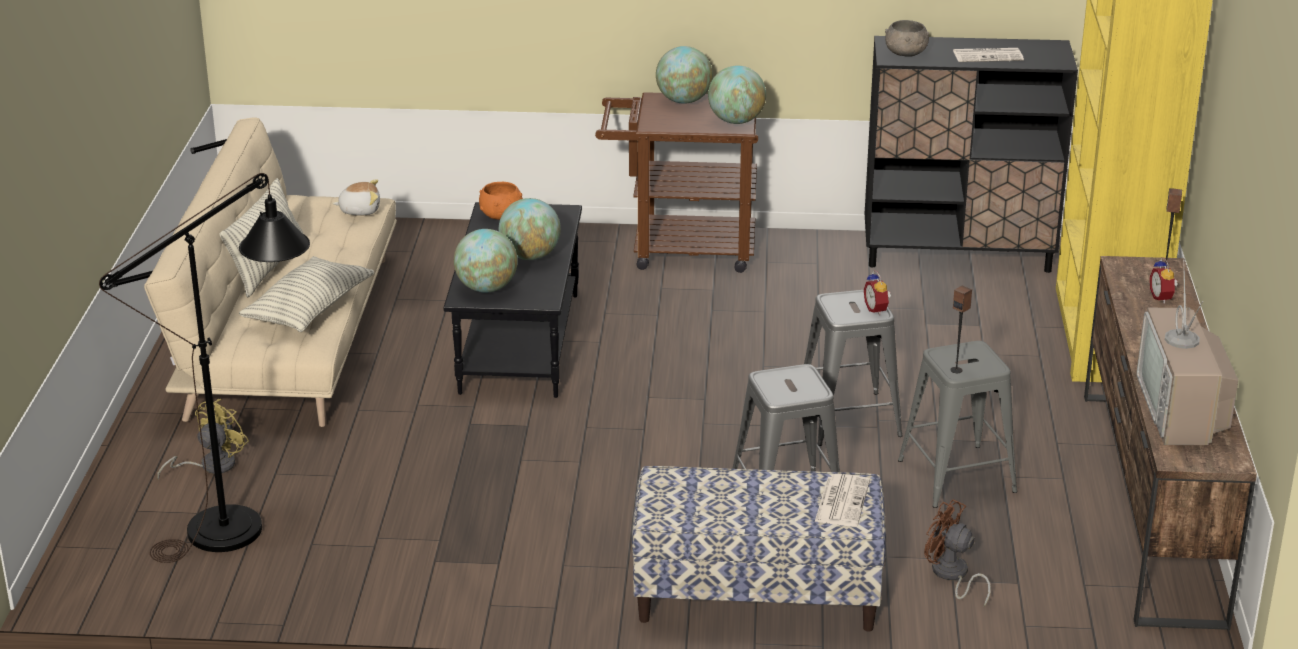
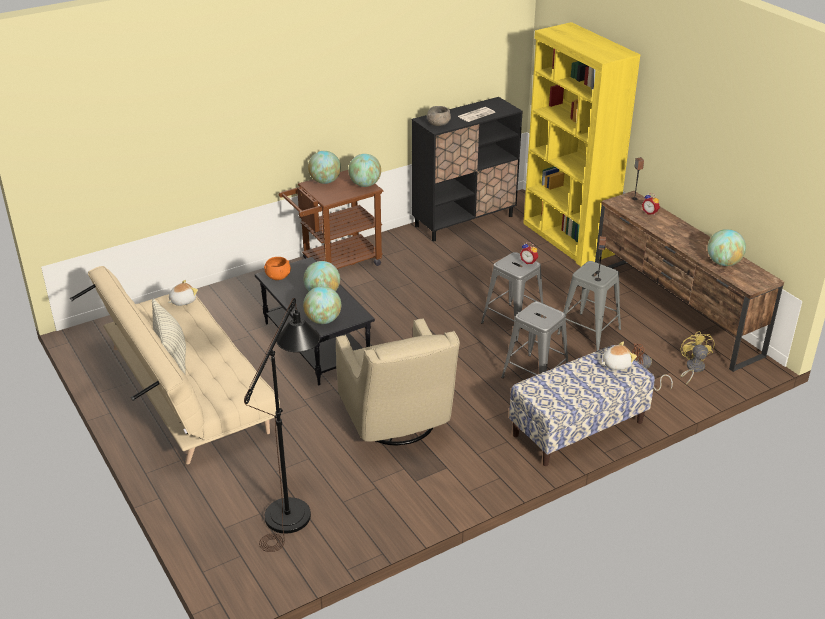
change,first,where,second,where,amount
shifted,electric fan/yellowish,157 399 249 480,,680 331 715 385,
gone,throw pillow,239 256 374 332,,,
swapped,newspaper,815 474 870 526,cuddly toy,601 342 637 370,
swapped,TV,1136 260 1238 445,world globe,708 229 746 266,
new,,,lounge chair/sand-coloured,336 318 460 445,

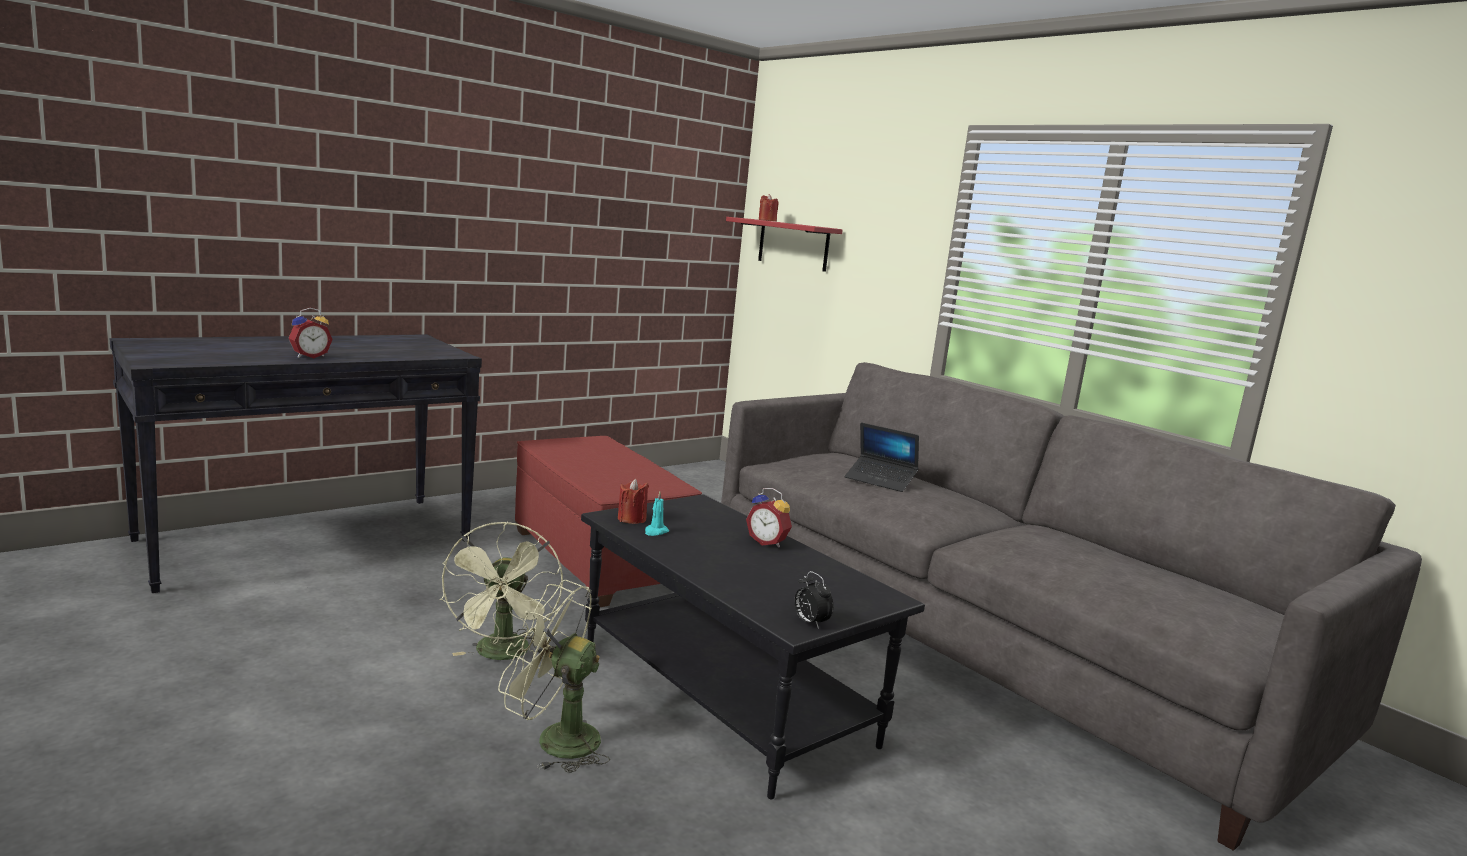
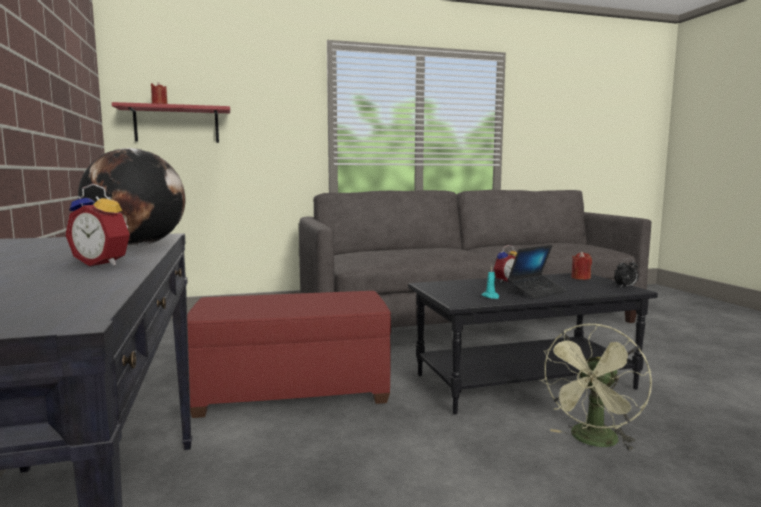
change,first,where,second,where,amount
rotated,table clock,289 308 333 358,,65 183 130 266,135 degrees clockwise
gone,electric fan/green,439 521 563 660,,,
shifted,wax light/reddish,618 479 649 524,,571 251 592 280,
shifted,notebook computer,845 422 919 492,,507 245 567 299,
new,,,world globe,78 148 185 246,

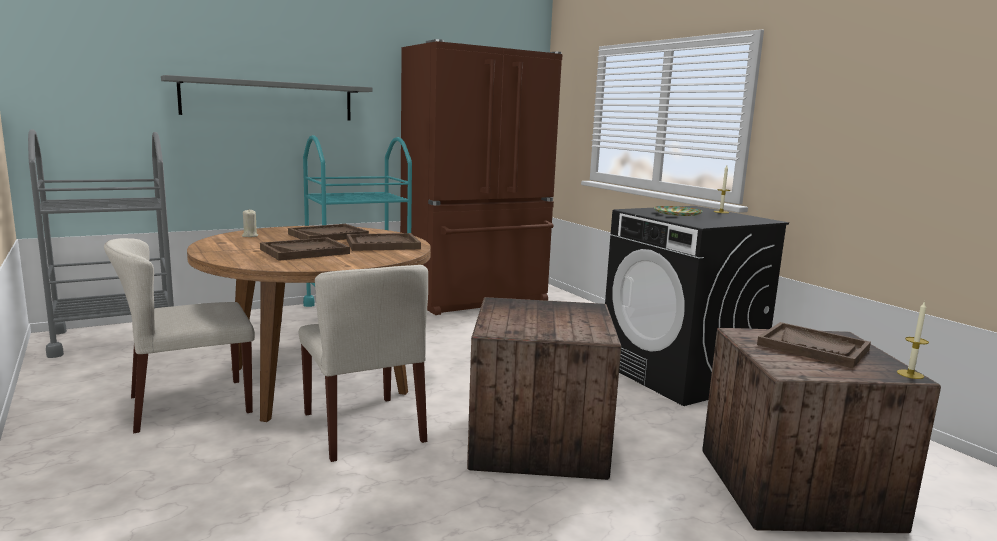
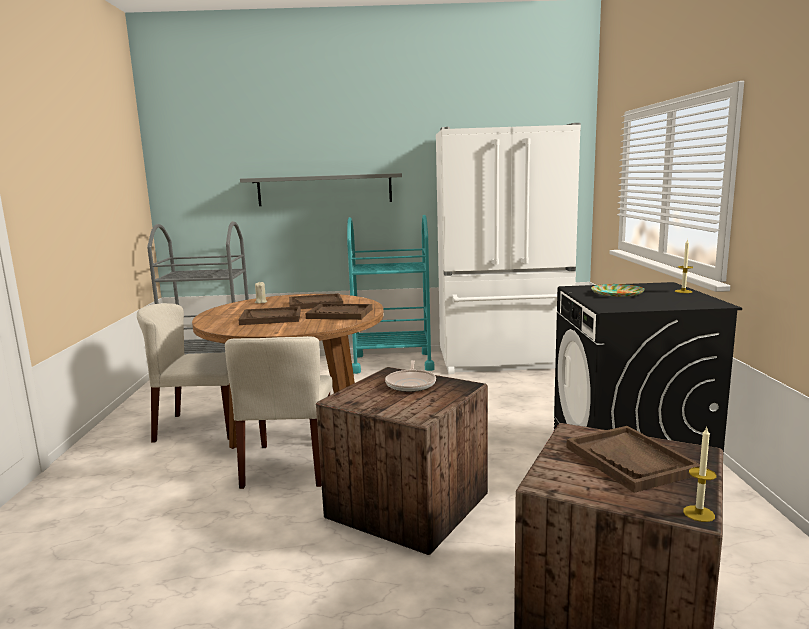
change,first,where,second,where,amount
repainted,fridge/brown-coloured,400 39 563 315,fridge/whitish,436 123 581 374,
new,,,skillet,385 360 436 392,

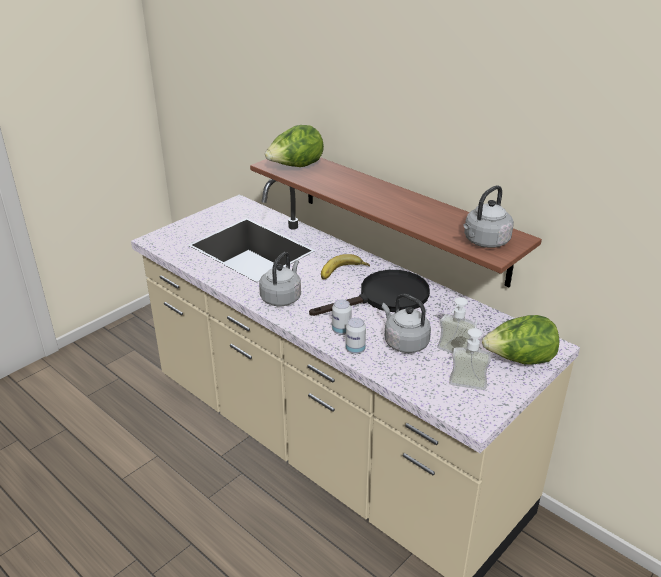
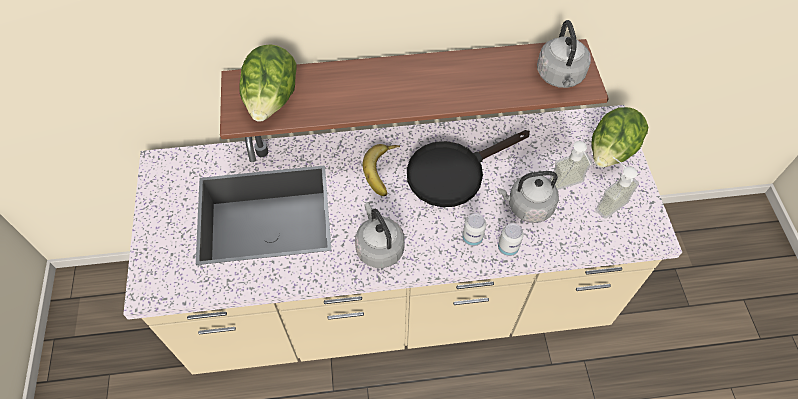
change,first,where,second,where,amount
rotated,skillet/black,309 270 430 316,,407 130 530 207,135 degrees counterclockwise

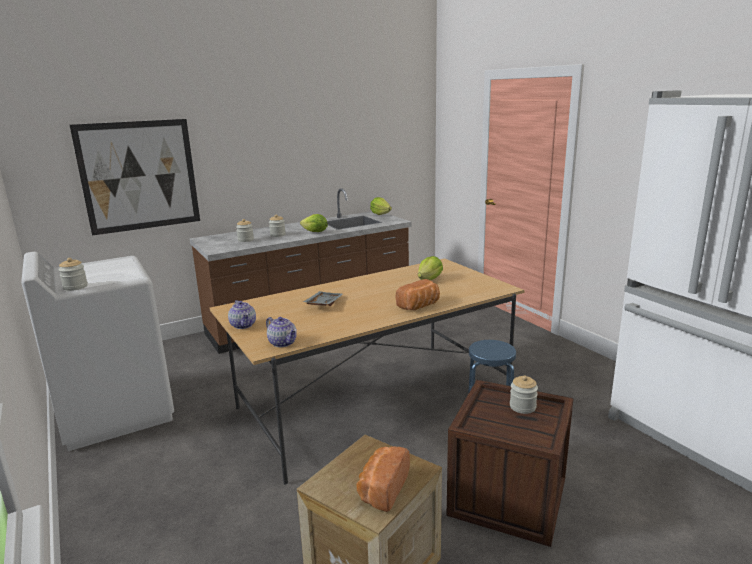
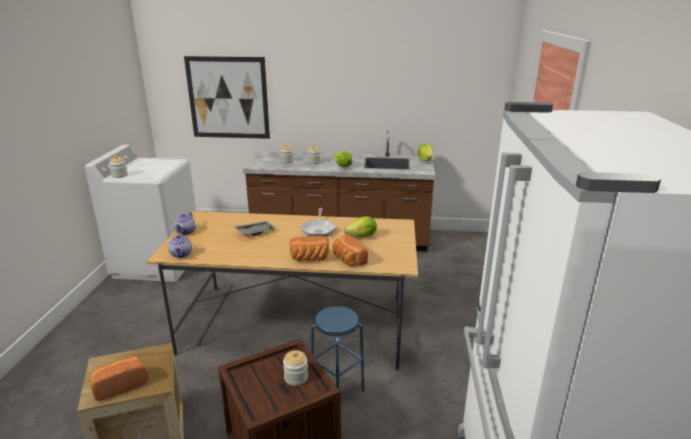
change,first,where,second,where,amount
new,,,skillet,300 208 337 237,
new,,,bread,333 234 368 266,

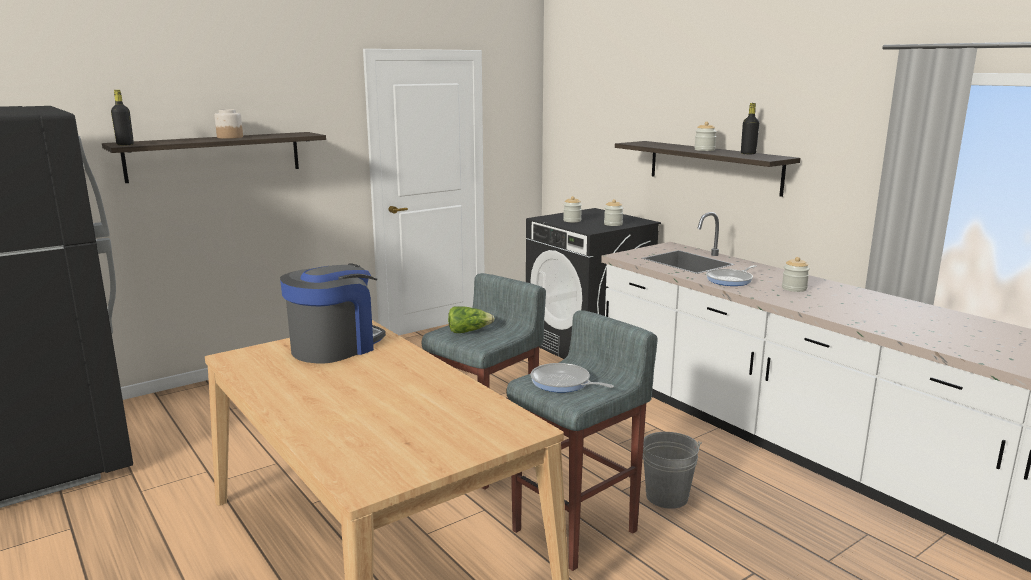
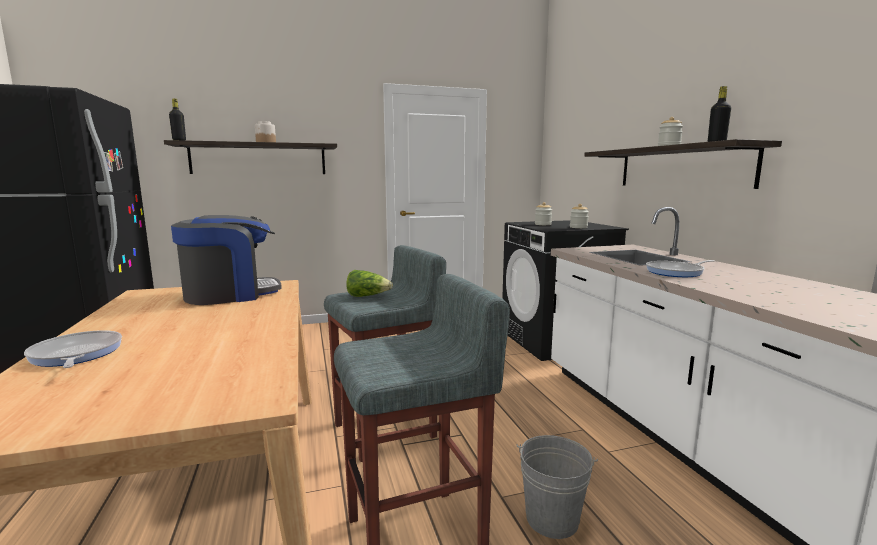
change,first,where,second,where,amount
shifted,skillet,531 363 614 393,,24 330 122 368,
gone,storage jar,782 257 810 292,,,

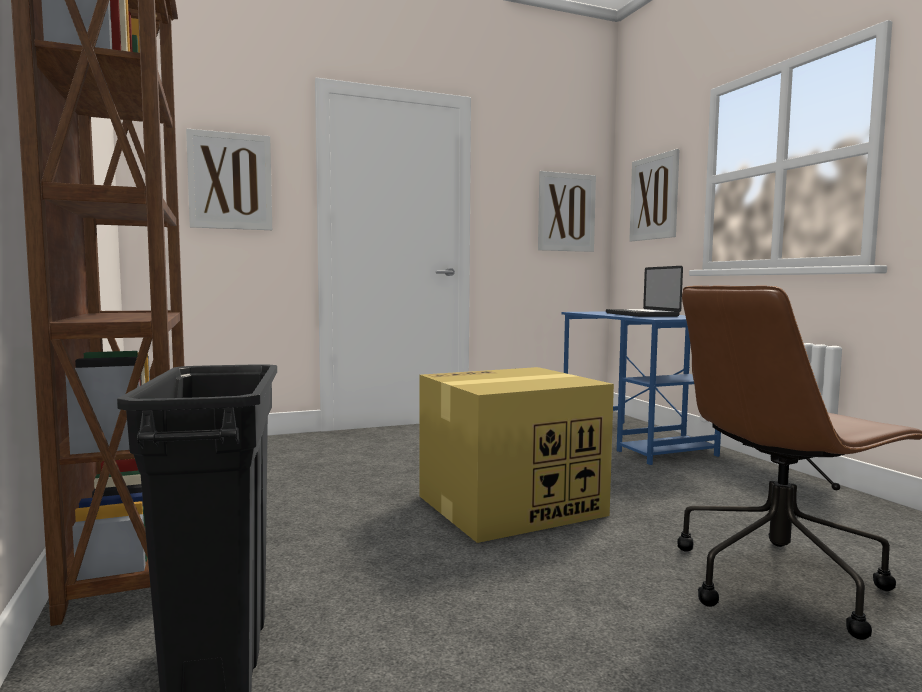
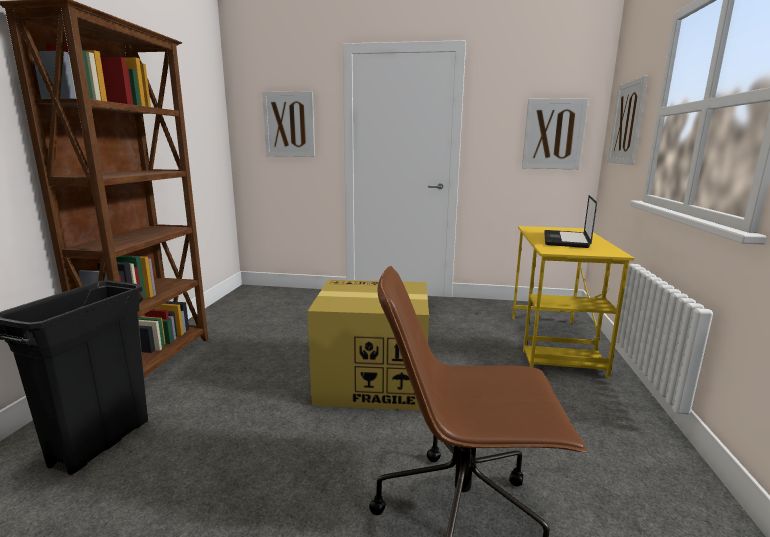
change,first,where,second,where,amount
repainted,desk table/bluish,561 311 721 465,desk table/yellowish,512 226 635 378,

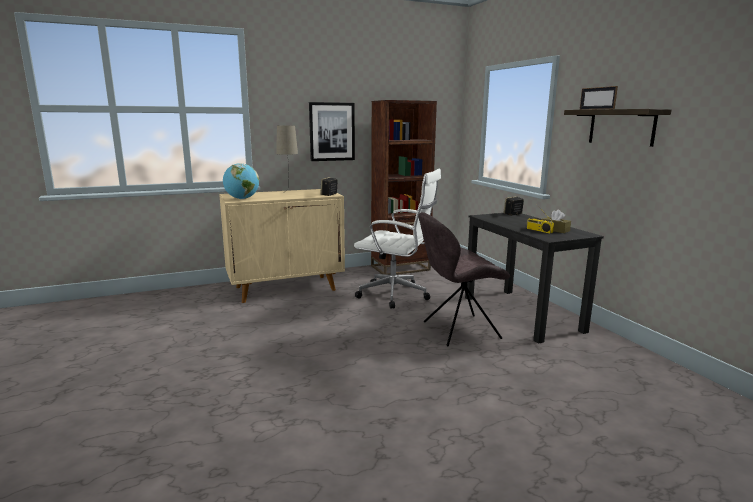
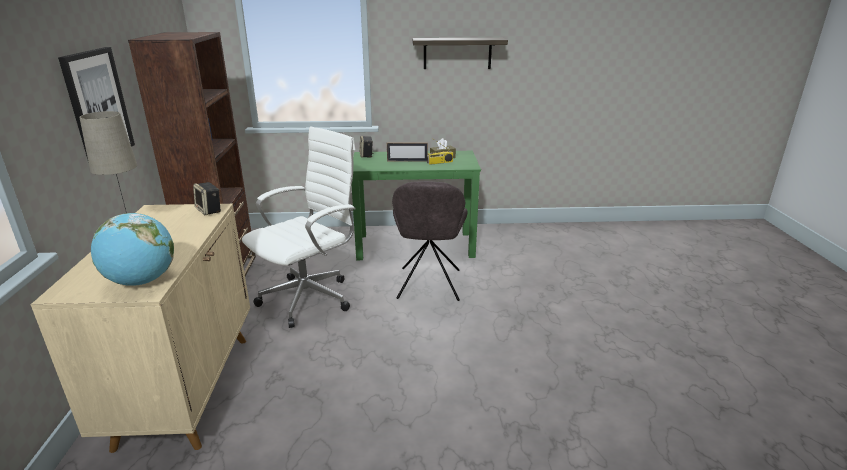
change,first,where,second,where,amount
repainted,desk table/black,465 213 604 344,desk table/green,352 151 481 260,
shifted,photo frame,580 86 618 110,,387 143 428 161,

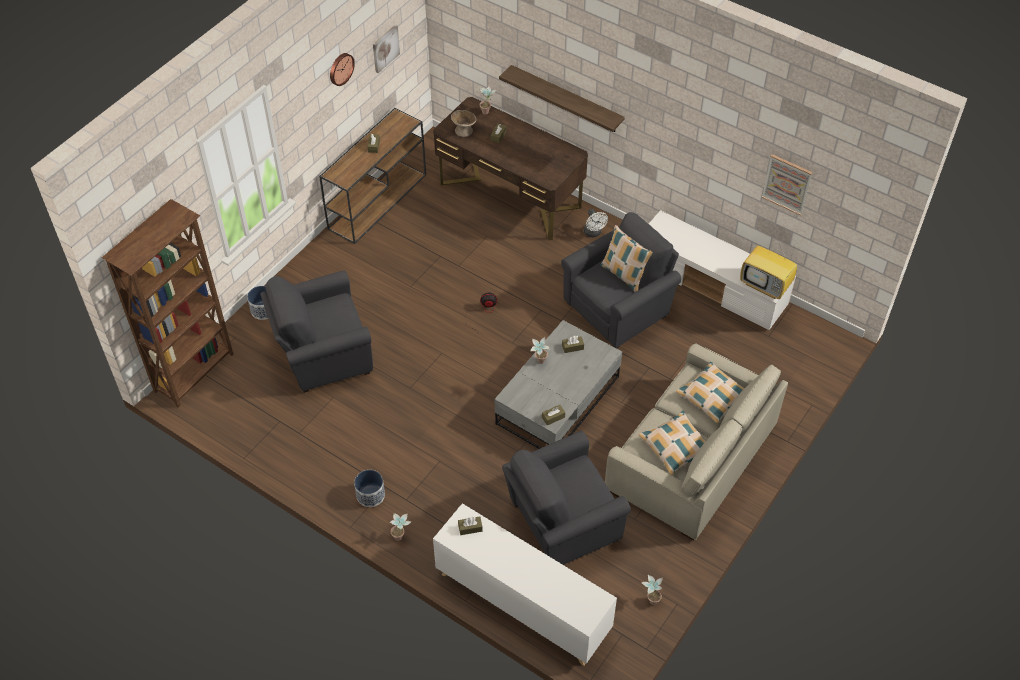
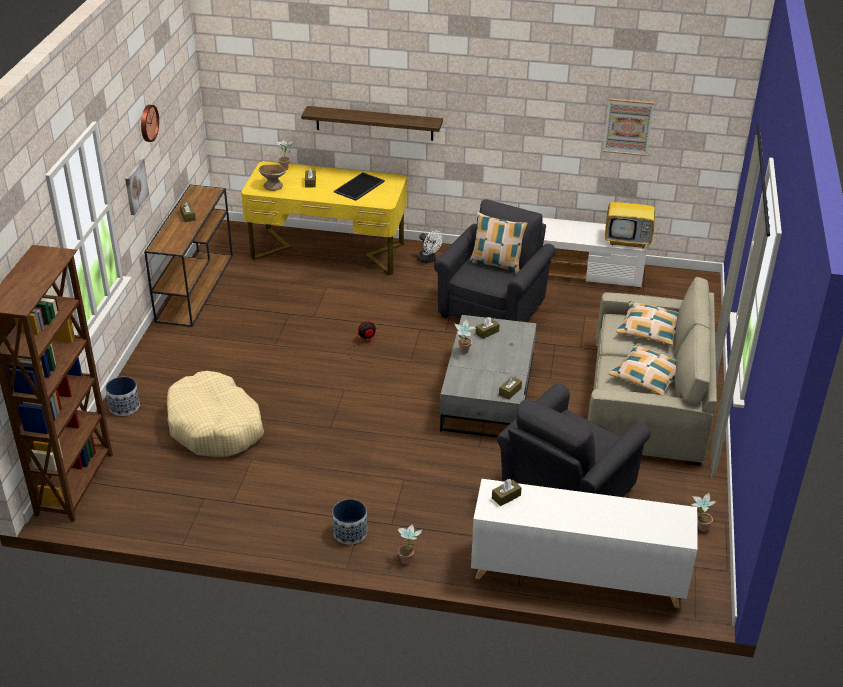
change,first,where,second,where,amount
swapped,lounge chair/grey,260 270 373 393,pet bed/sand-coloured,167 371 264 457,
shifted,picture,373 25 400 73,,125 159 149 215,
repainted,desk table/brown-coloured,433 97 588 240,desk table/yellowish,241 161 407 275,
new,,,serving tray,334 172 385 201,

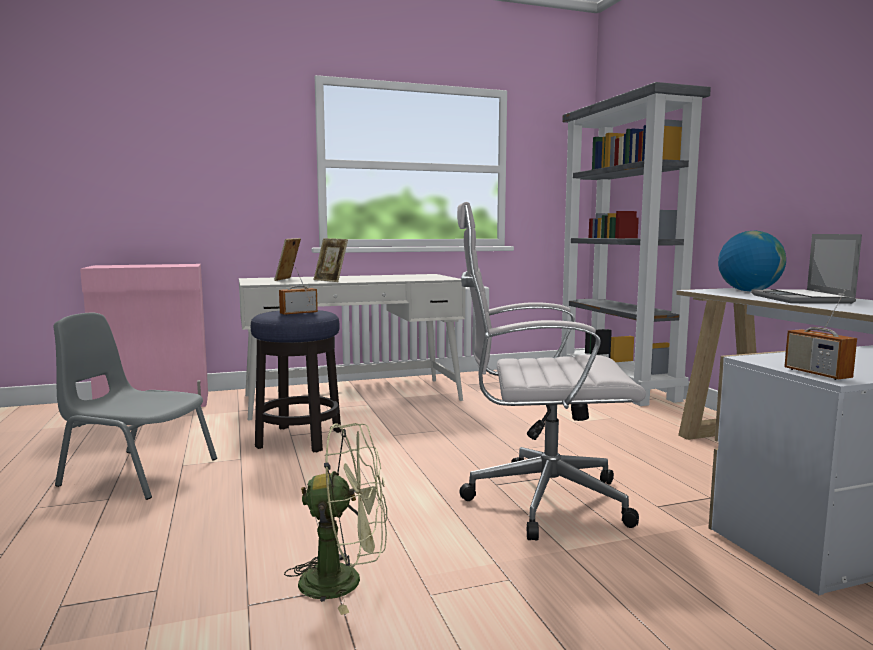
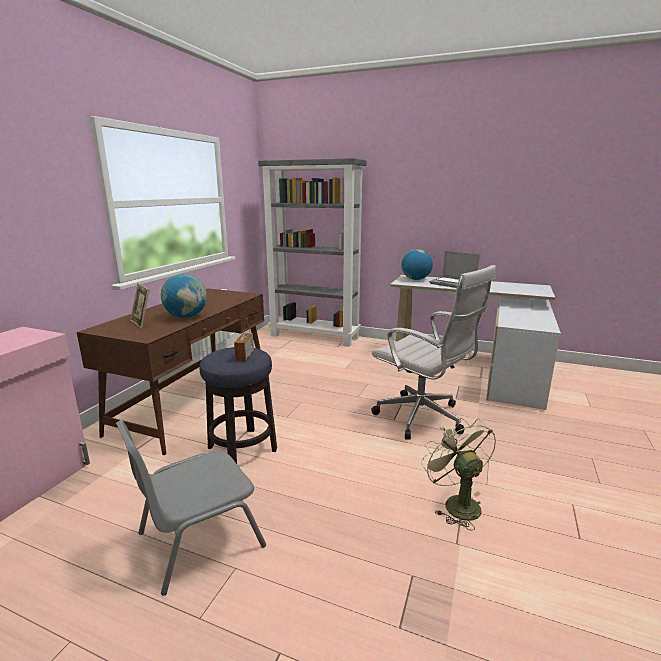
change,first,where,second,where,amount
repainted,desk table/whitish,239 274 466 420,desk table/brown-coloured,77 288 264 455,
rotated,electric fan/green,284 423 387 615,,421 418 496 531,60 degrees counterclockwise
swapped,photo frame,314 238 348 282,world globe,161 274 207 318,
rotated,office chair/whitish,457 202 646 540,,371 265 496 440,90 degrees counterclockwise
gone,radio set,784 290 857 380,,,

